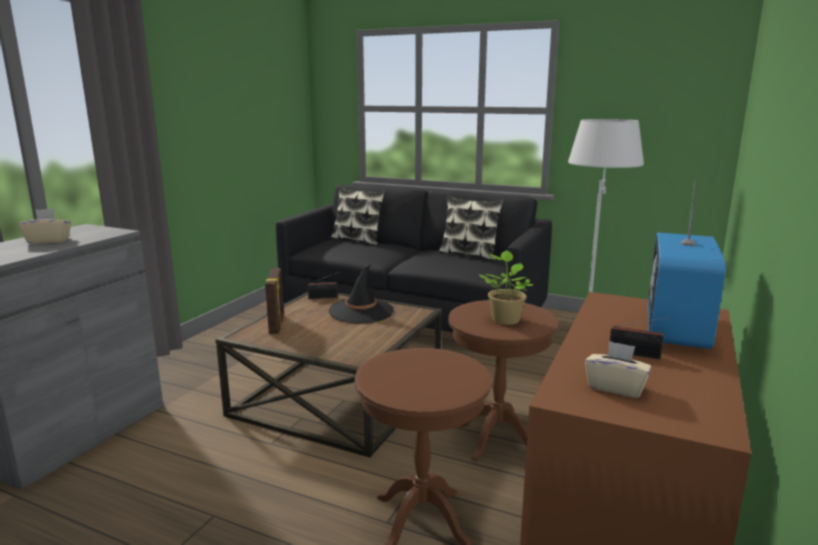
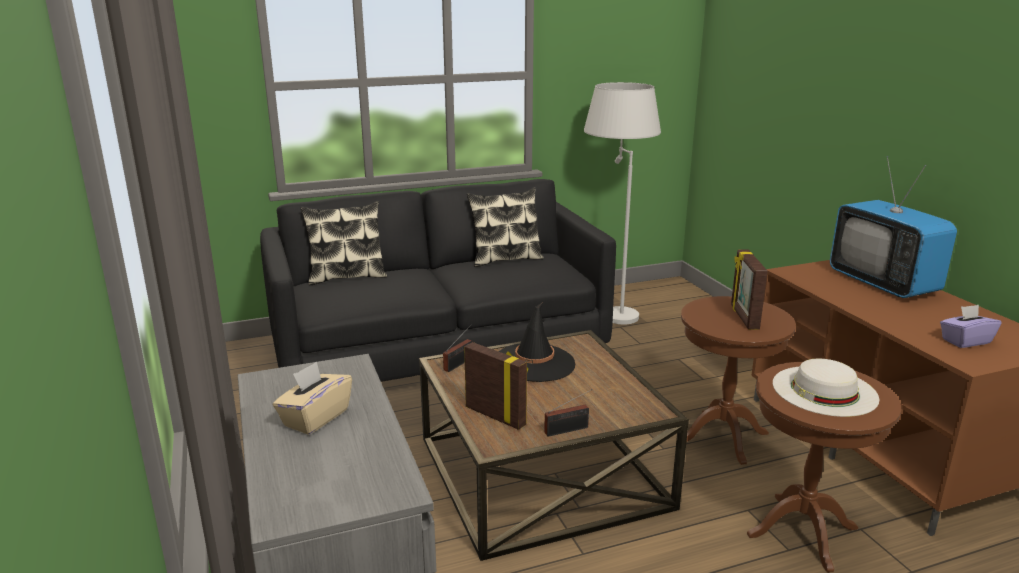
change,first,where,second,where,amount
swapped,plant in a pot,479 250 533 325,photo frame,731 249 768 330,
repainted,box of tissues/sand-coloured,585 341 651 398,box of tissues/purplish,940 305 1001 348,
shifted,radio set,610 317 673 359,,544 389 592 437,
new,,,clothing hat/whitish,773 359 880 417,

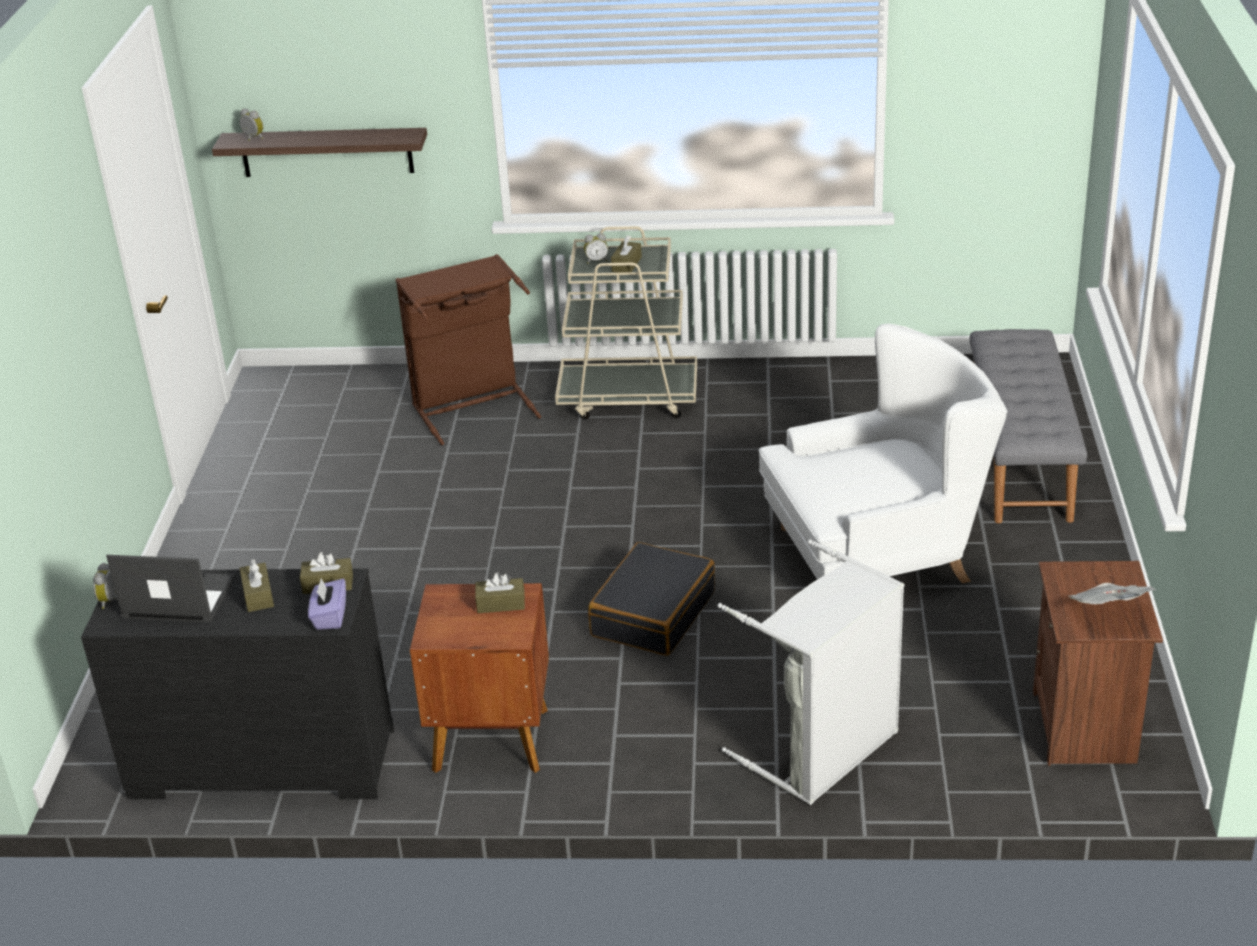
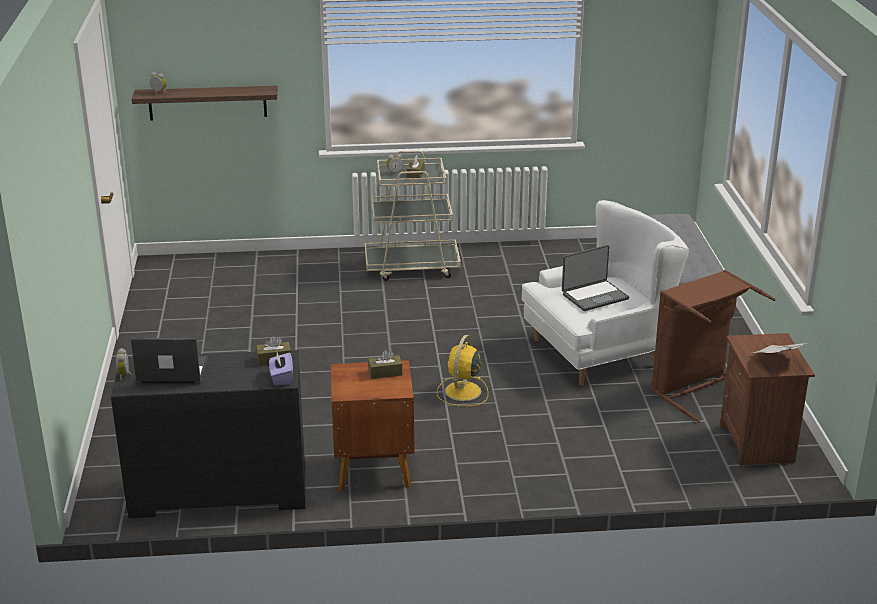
change,first,where,second,where,amount
gone,box of tissues/brown-coloured,239 559 274 612,,,
shifted,laundry basket/brown-coloured,395 254 541 445,,651 270 776 423,
swapped,suitcase/black,588 542 715 656,electric fan/yellowish,437 335 488 406,
gone,laundry basket/grey,717 539 904 805,,,
new,,,notebook computer,562 245 629 311,

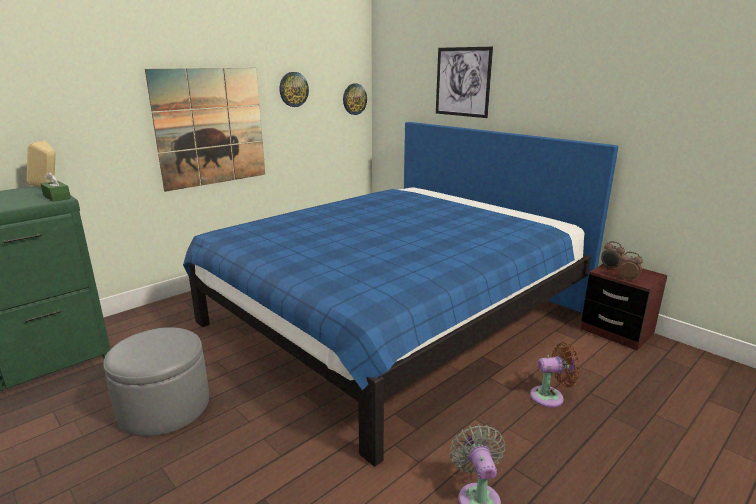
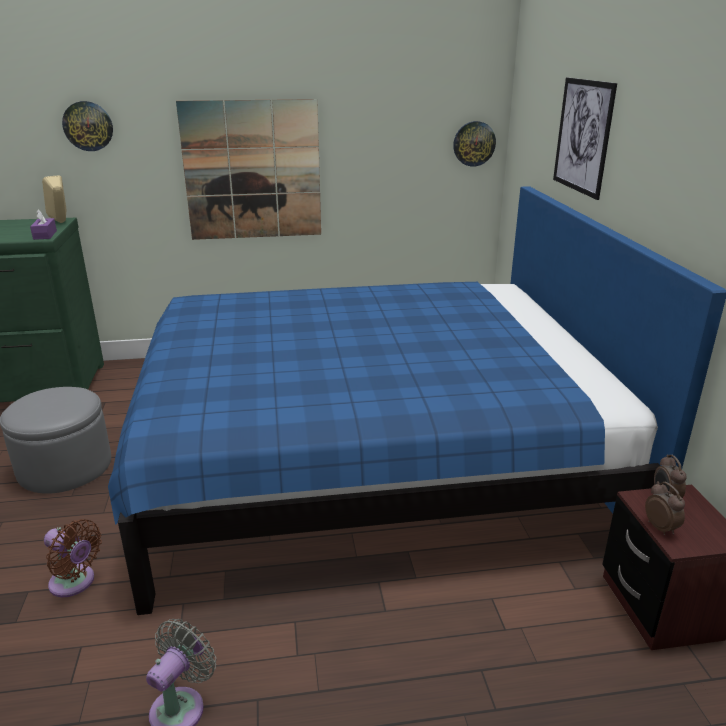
change,first,where,second,where,amount
repainted,box of tissues/green,41 172 71 202,box of tissues/purplish,30 209 57 240,
shifted,wall clock,279 72 309 107,,62 101 113 151,
shifted,electric fan/brown-coloured,530 342 580 408,,44 519 102 597,

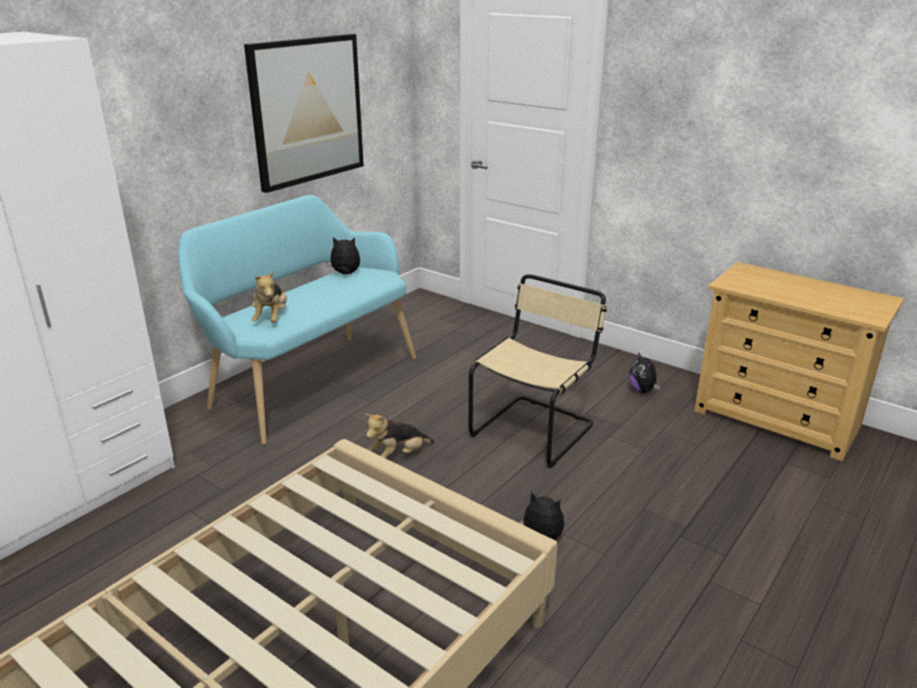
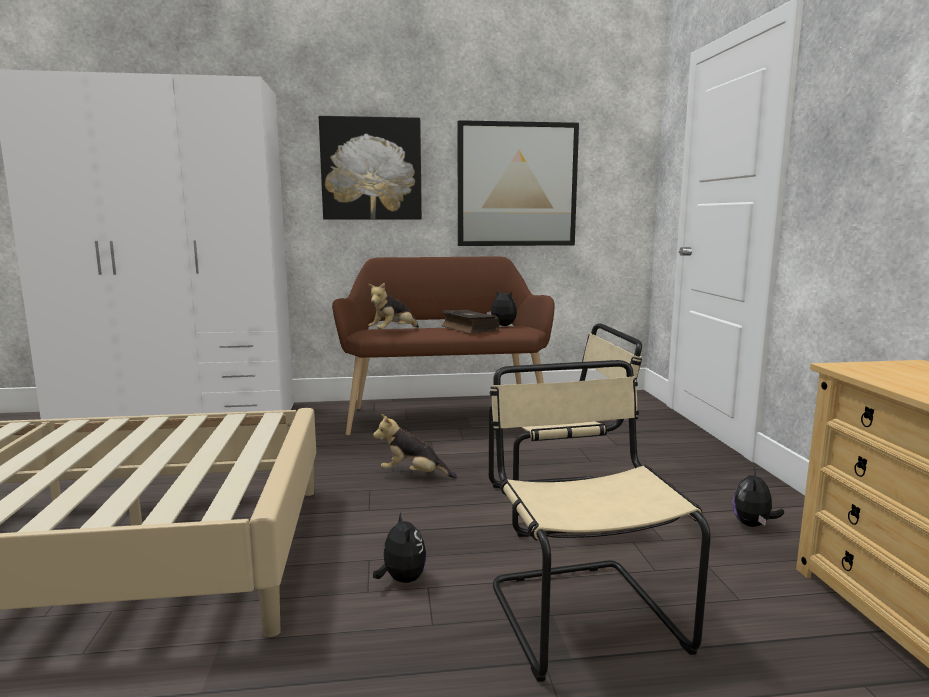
change,first,where,second,where,amount
repainted,indoor bench/turquoise-coloured,178 195 416 445,indoor bench/brown-coloured,332 256 555 436,
new,,,picture,319 116 422 220,
new,,,volume,442 310 499 333,
new,,,chair/sand-coloured,490 360 711 682,

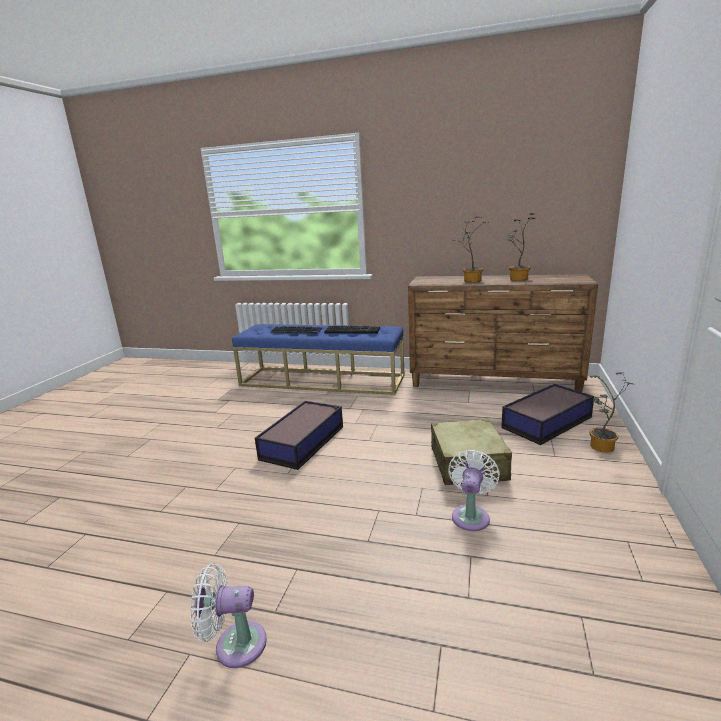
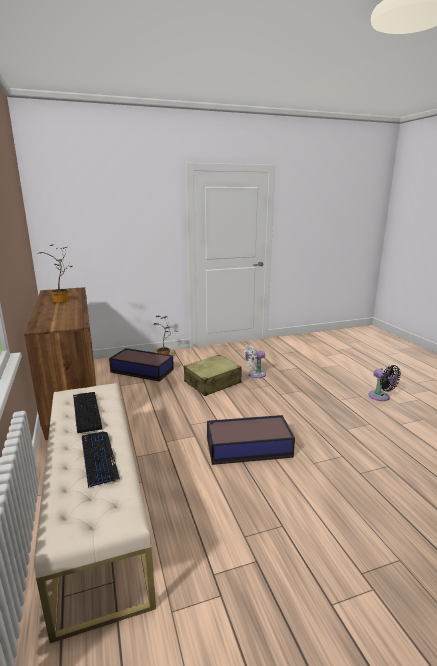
change,first,where,second,where,amount
repainted,electric fan/whitish,190 563 267 668,electric fan/black,368 365 401 401,
repainted,indoor bench/bluish,232 324 404 395,indoor bench/sand-coloured,34 383 156 643,
gone,plant in a pot,452 216 488 283,,,

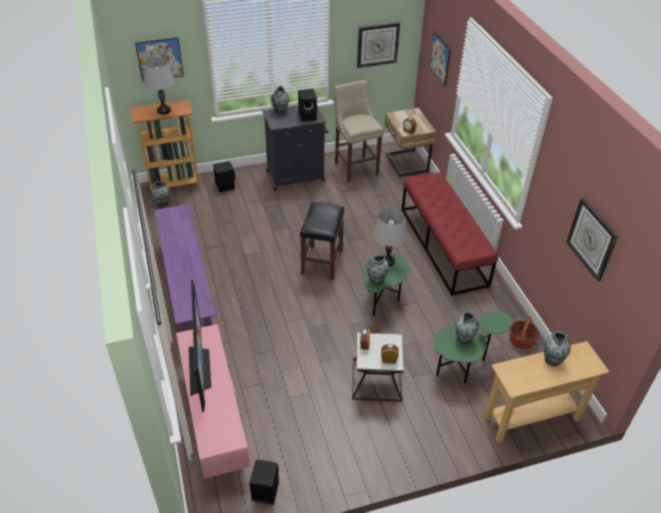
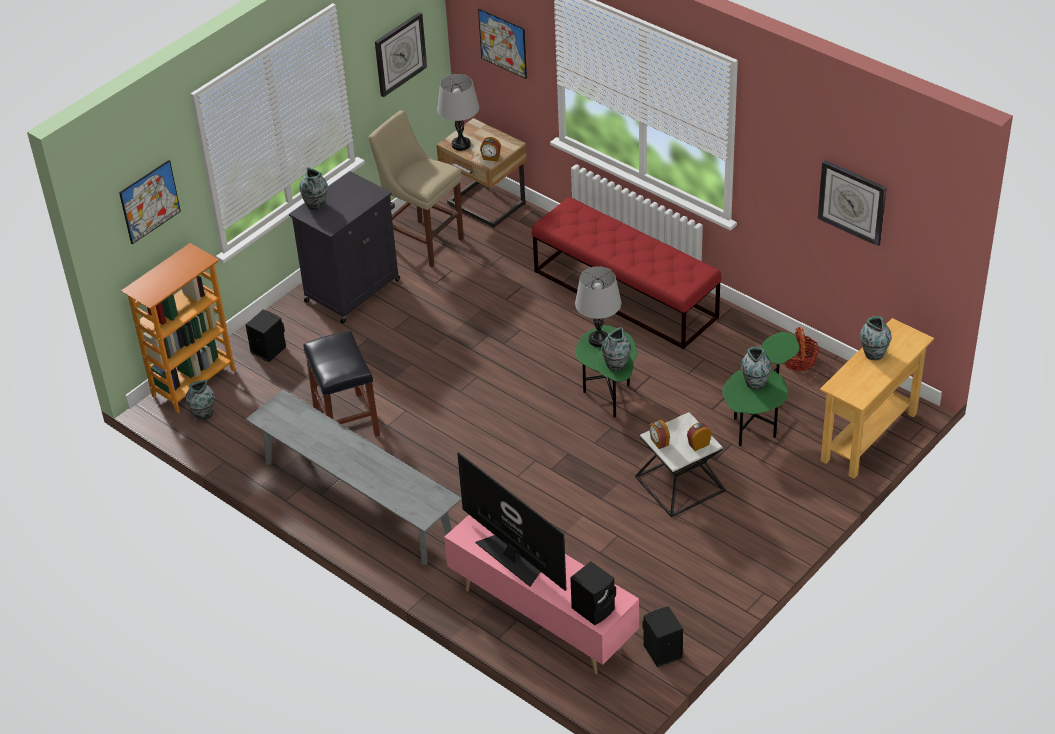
change,first,where,second,where,amount
shifted,lamp for a table/grey,144 57 175 114,,437 74 479 151,
repainted,indoor bench/purplish,154 204 216 332,indoor bench/grey,246 389 462 565,
shifted,speaker/black,298 89 317 122,,570 561 616 625,
shifted,stool/black,300 202 345 280,,304 331 380 437,

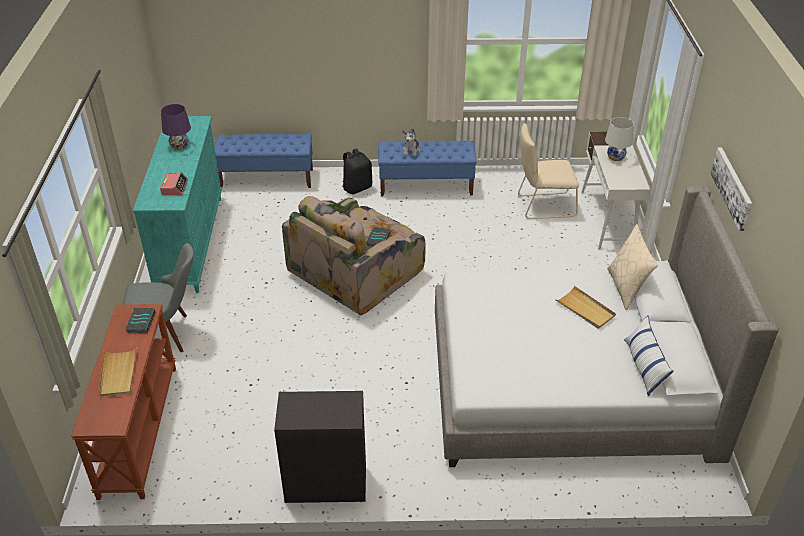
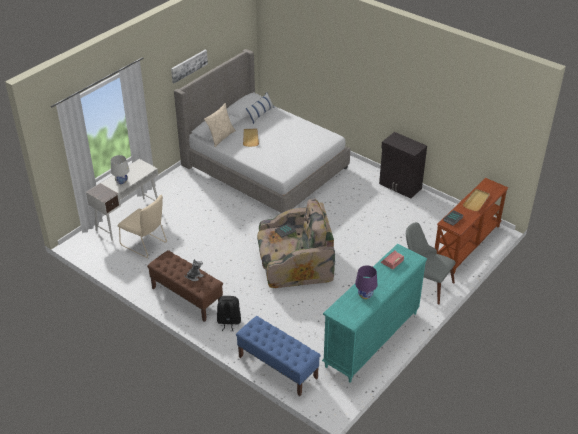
change,first,where,second,where,amount
repainted,indoor bench/bluish,378 141 477 196,indoor bench/brown-coloured,147 250 223 322,

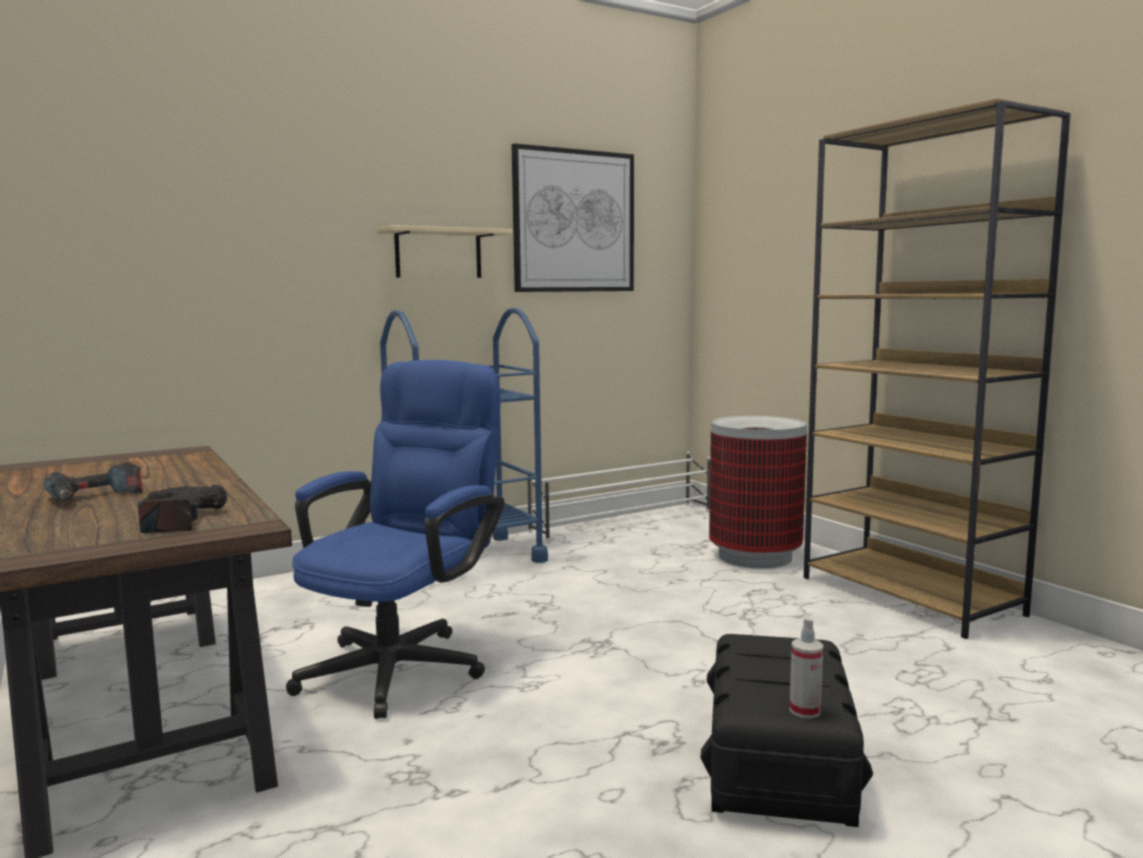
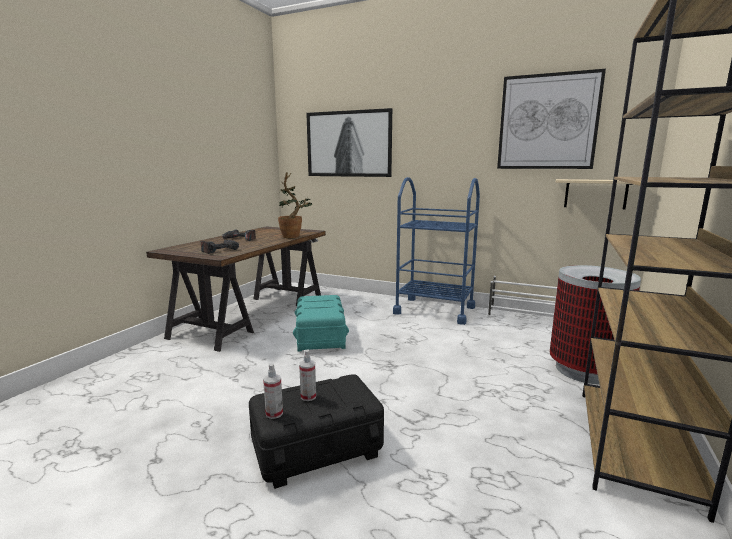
change,first,where,second,where,amount
swapped,office chair/bluish,286 360 504 719,storage bin/turquoise-coloured,293 295 349 351,
shifted,wall shelf/sand-coloured,377 225 513 278,,556 179 633 209,
new,,,plant in a pot,278 172 312 238,
new,,,spray bottle,299 350 316 401,
new,,,picture,306 108 392 177,

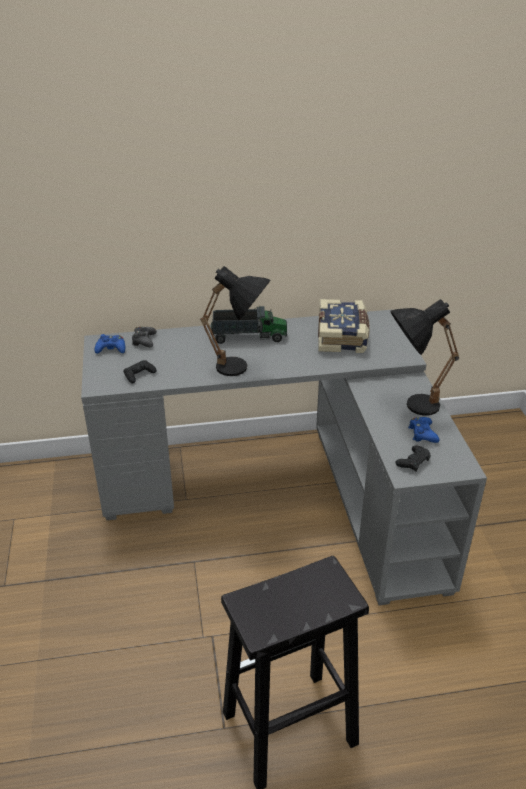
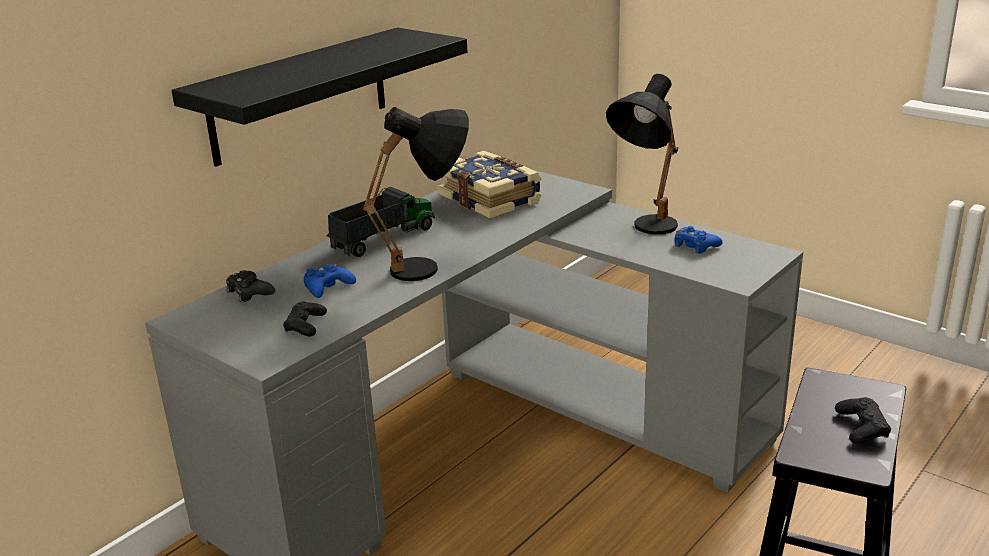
change,first,where,second,where,amount
shifted,joypad/bluish,94 334 125 354,,304 263 356 298,
shifted,joypad/black,395 445 431 471,,835 397 891 444,
new,,,wall shelf/black,172 28 467 167,

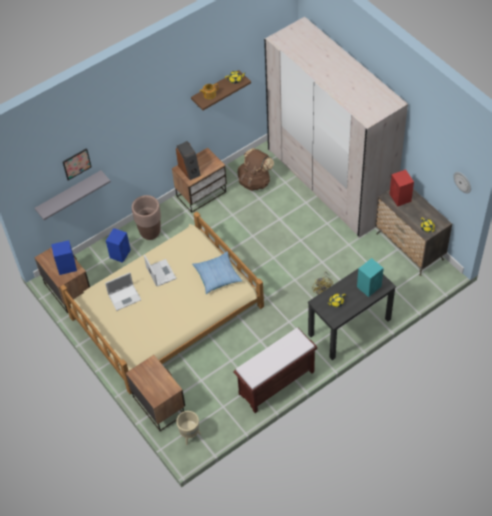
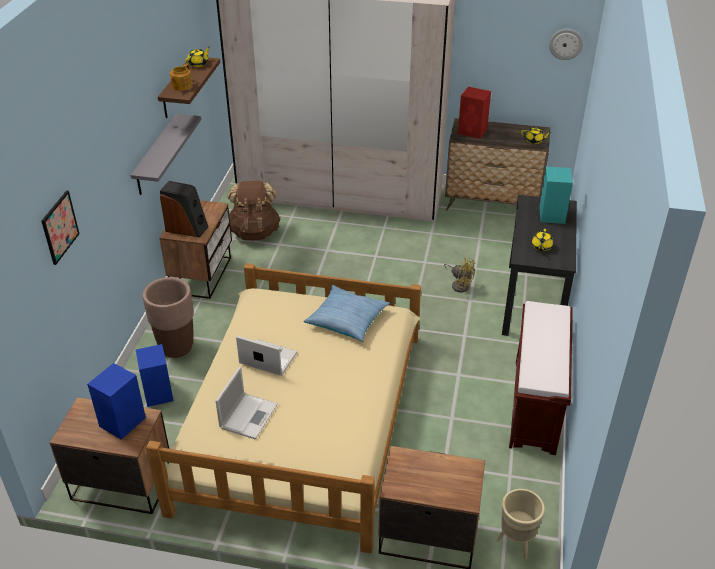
change,first,where,second,where,amount
shifted,wall shelf/grey,35 170 111 220,,131 114 201 195,

